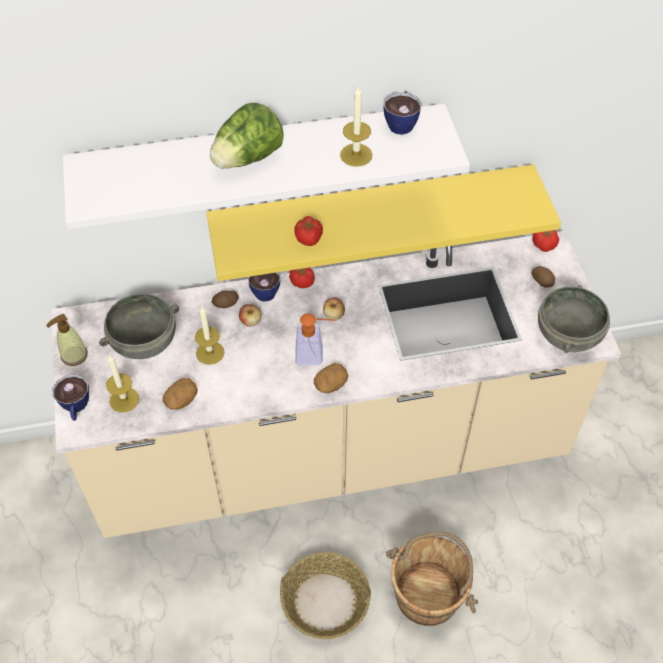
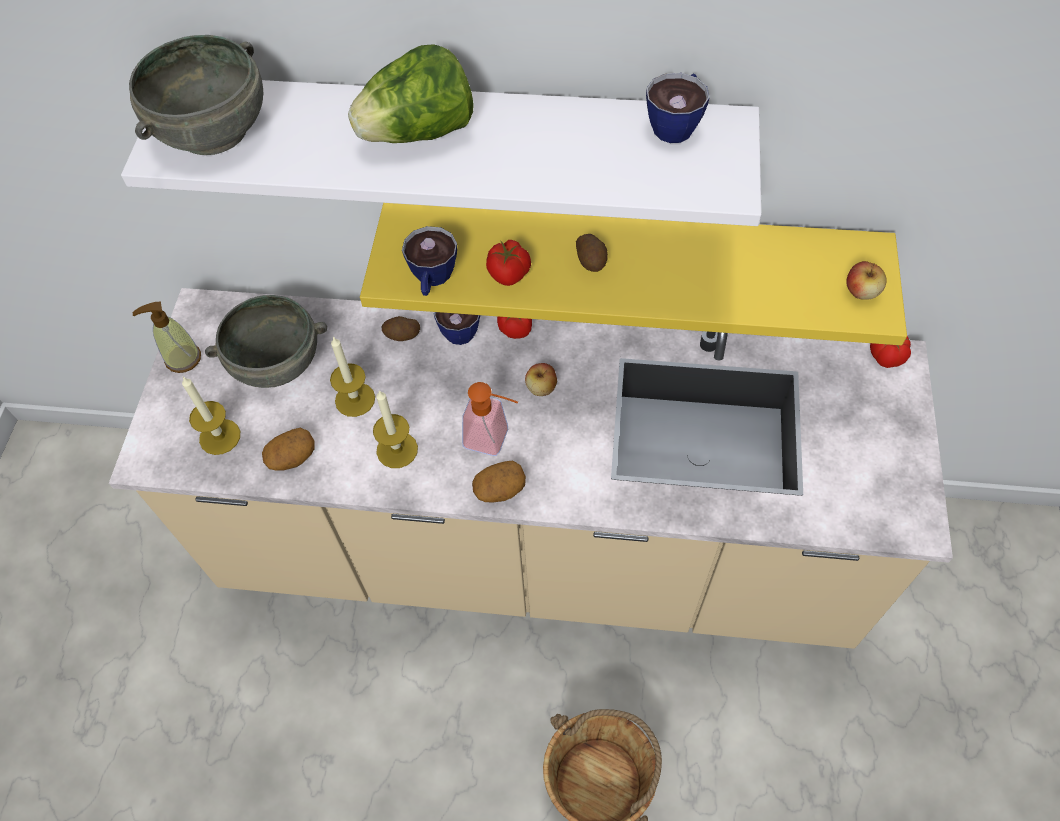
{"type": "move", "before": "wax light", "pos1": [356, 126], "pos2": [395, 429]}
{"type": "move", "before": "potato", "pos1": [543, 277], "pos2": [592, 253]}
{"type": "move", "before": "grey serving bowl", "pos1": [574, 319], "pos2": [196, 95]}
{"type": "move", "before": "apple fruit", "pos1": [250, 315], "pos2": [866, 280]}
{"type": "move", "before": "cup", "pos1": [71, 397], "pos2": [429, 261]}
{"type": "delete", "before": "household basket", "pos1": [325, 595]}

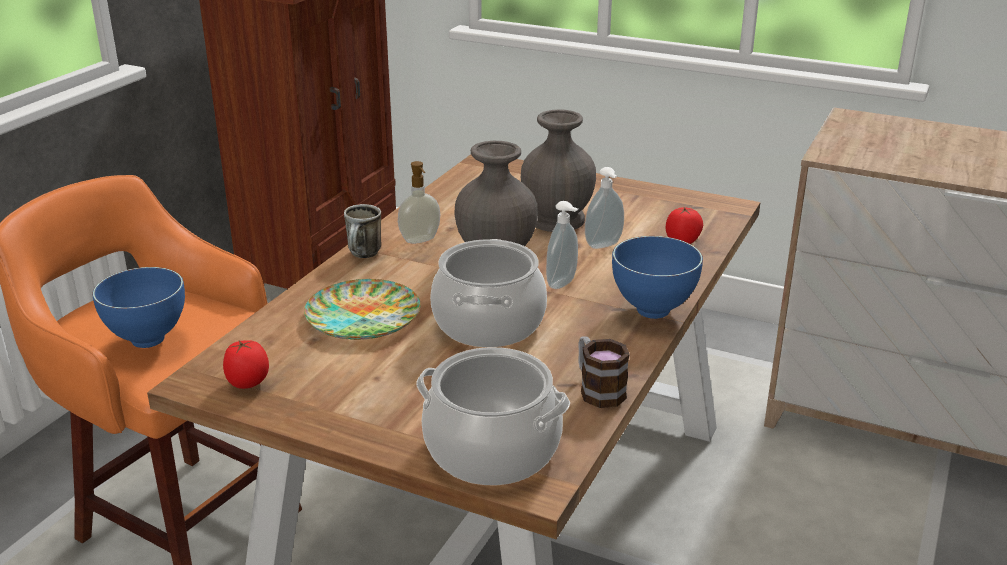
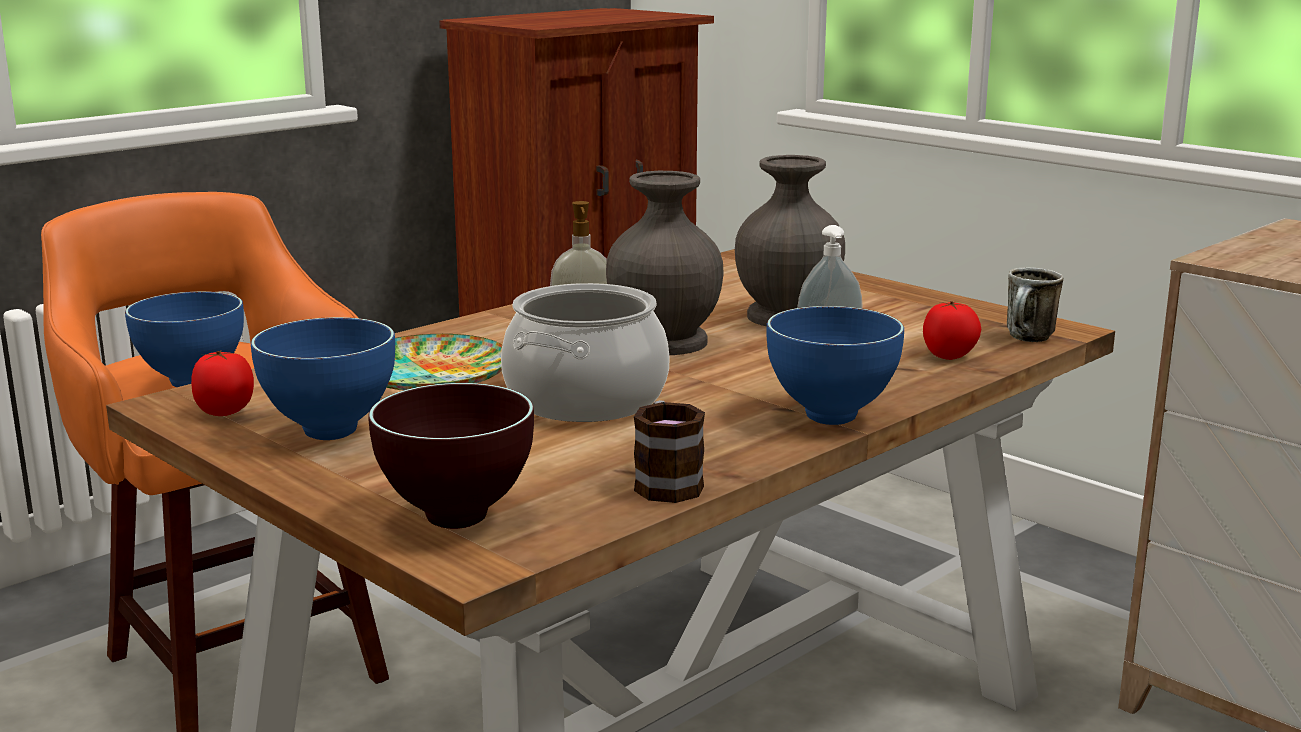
{"type": "delete", "before": "soap dispenser", "pos1": [562, 245]}
{"type": "move", "before": "mug", "pos1": [362, 231], "pos2": [1035, 305]}
{"type": "replace", "before": "saucepot", "after": "brown serving bowl", "pos1": [493, 416], "pos2": [451, 456]}
{"type": "insert", "after": "blue-coloured serving bowl", "pos2": [323, 378]}

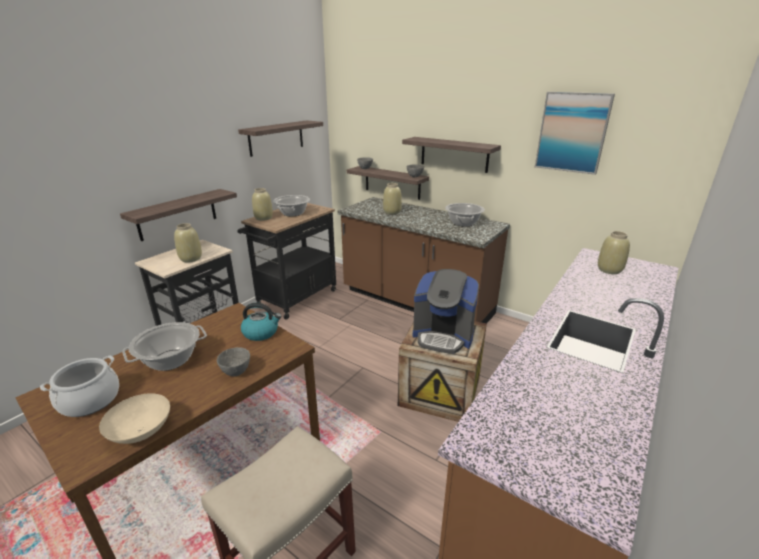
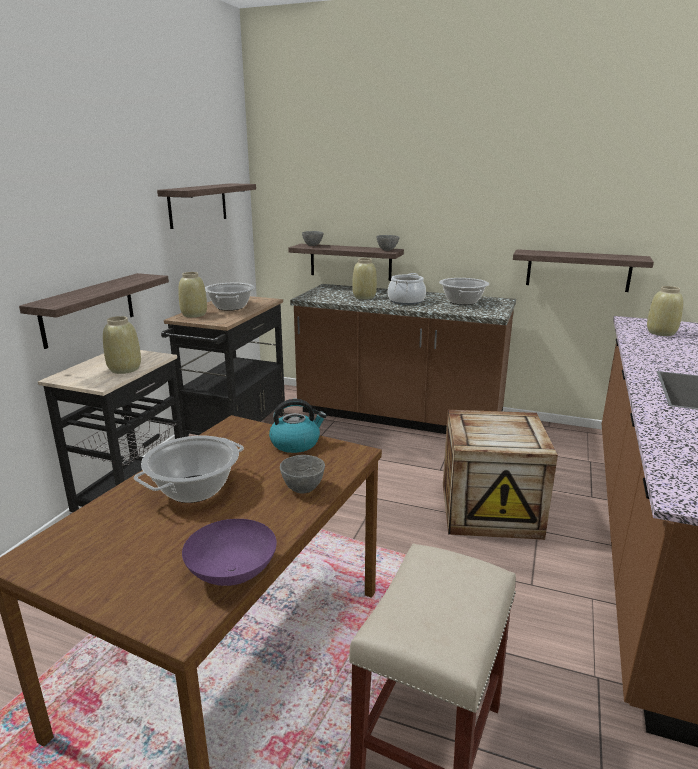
{"type": "delete", "before": "wall picture", "pos1": [575, 133]}
{"type": "move", "before": "bracket shelf", "pos1": [451, 155], "pos2": [583, 270]}
{"type": "delete", "before": "coffee brewer", "pos1": [446, 311]}
{"type": "move", "before": "saucepot", "pos1": [79, 386], "pos2": [407, 289]}
{"type": "recolor", "before": "beige serving bowl", "after": "purple-coloured serving bowl", "pos1": [134, 418], "pos2": [229, 552]}

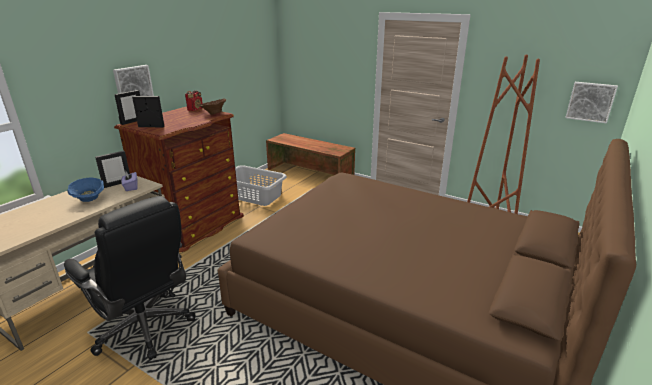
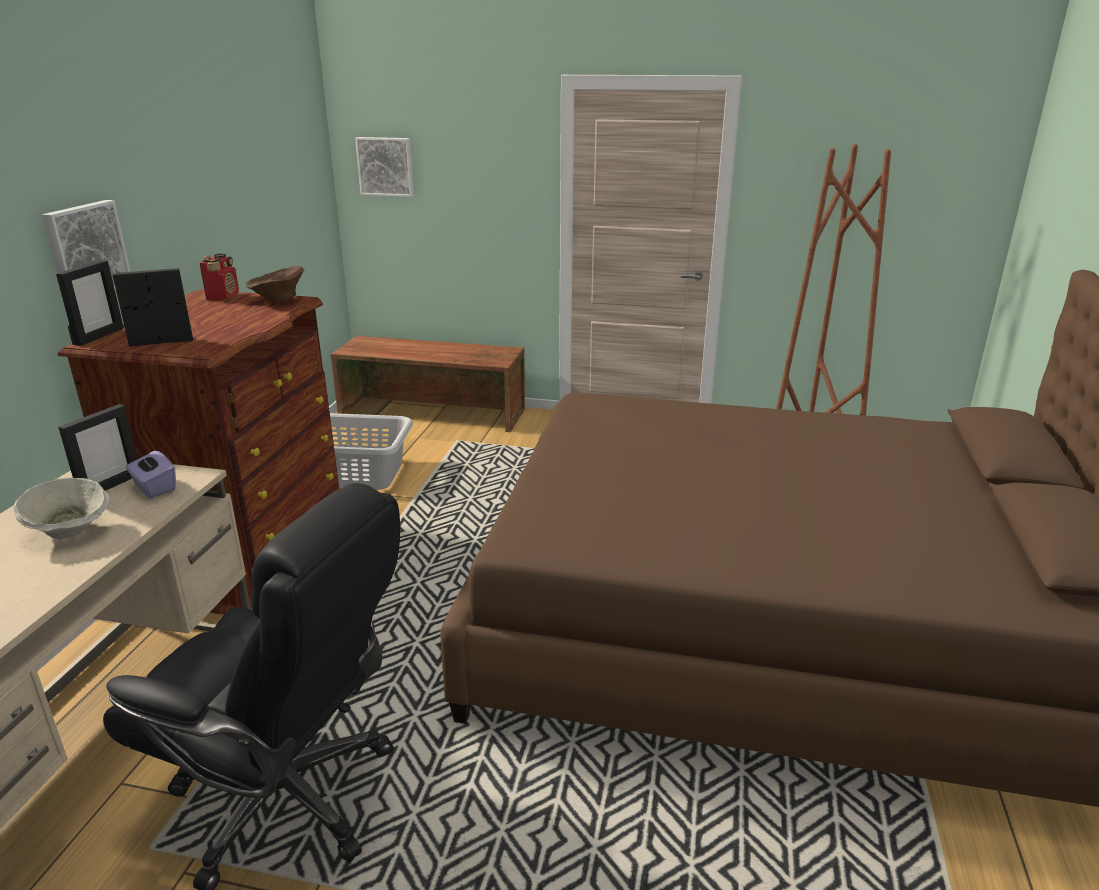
{"type": "move", "before": "wall picture", "pos1": [591, 102], "pos2": [384, 167]}
{"type": "recolor", "before": "blue-coloured serving bowl", "after": "beige serving bowl", "pos1": [85, 190], "pos2": [61, 508]}

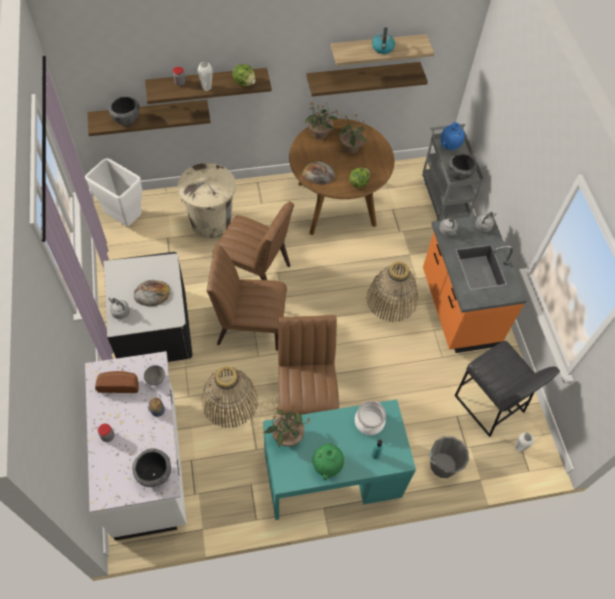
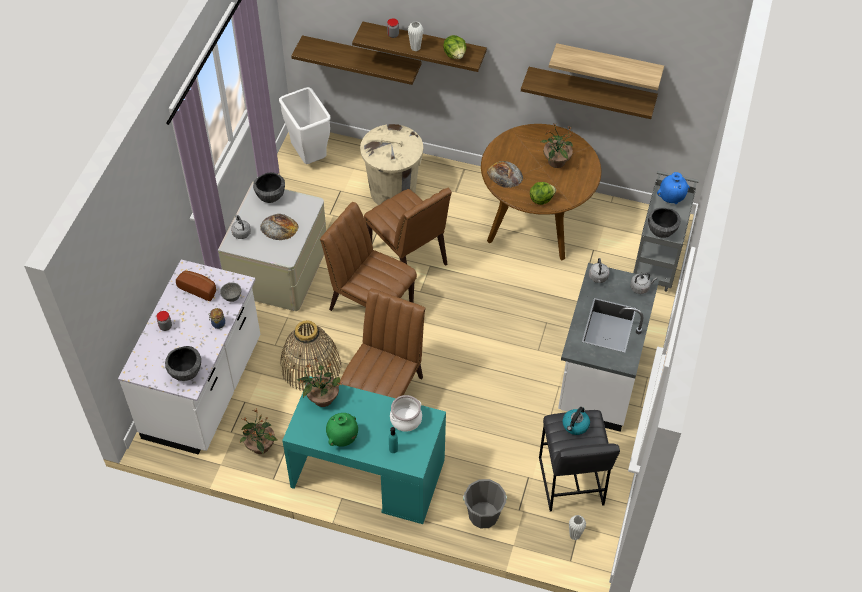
{"type": "move", "before": "tea kettle", "pos1": [383, 40], "pos2": [576, 421]}
{"type": "move", "before": "serving bowl", "pos1": [124, 111], "pos2": [269, 187]}
{"type": "move", "before": "houseplant", "pos1": [321, 120], "pos2": [259, 431]}
{"type": "recolor", "before": "orange-coloured kitchen base unit", "after": "white kitchen base unit", "pos1": [475, 283], "pos2": [608, 347]}
{"type": "recolor", "before": "black-coloured night table", "after": "beige night table", "pos1": [148, 307], "pos2": [272, 246]}
{"type": "delete", "before": "household basket", "pos1": [392, 292]}

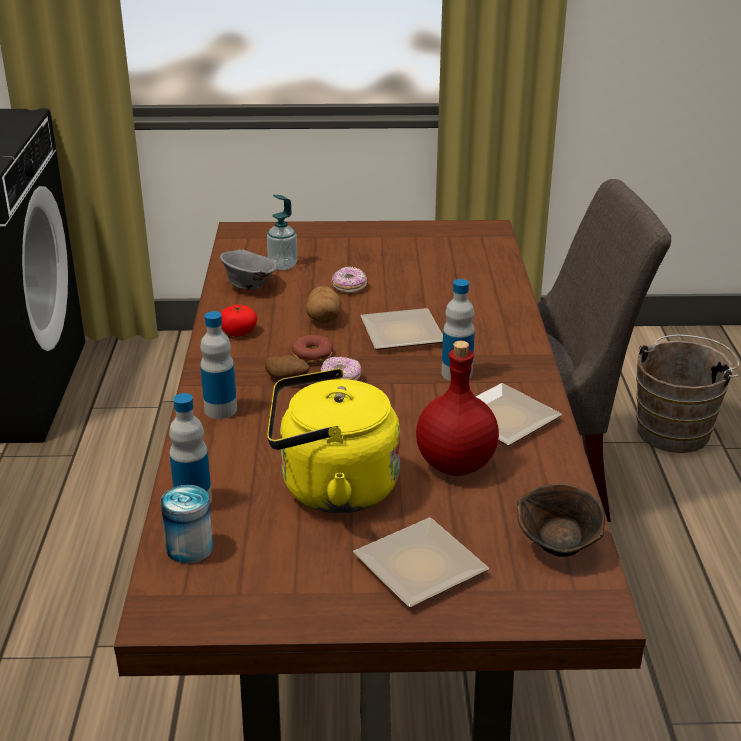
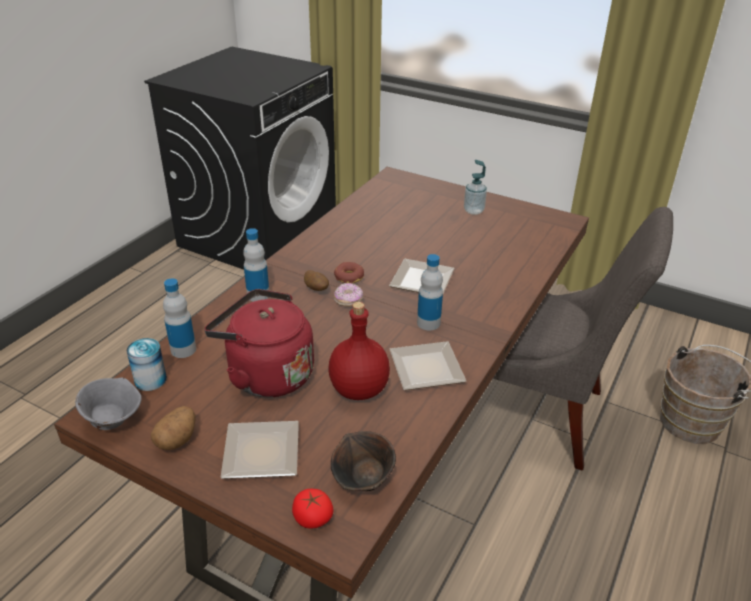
{"type": "move", "before": "soap dispenser", "pos1": [282, 232], "pos2": [475, 187]}
{"type": "move", "before": "grey serving bowl", "pos1": [248, 269], "pos2": [108, 404]}
{"type": "delete", "before": "donut", "pos1": [349, 279]}
{"type": "move", "before": "potato", "pos1": [324, 304], "pos2": [173, 428]}
{"type": "move", "before": "fresh tomato", "pos1": [239, 320], "pos2": [312, 509]}
{"type": "recolor", "before": "yellow tea kettle", "after": "red tea kettle", "pos1": [333, 441], "pos2": [259, 343]}

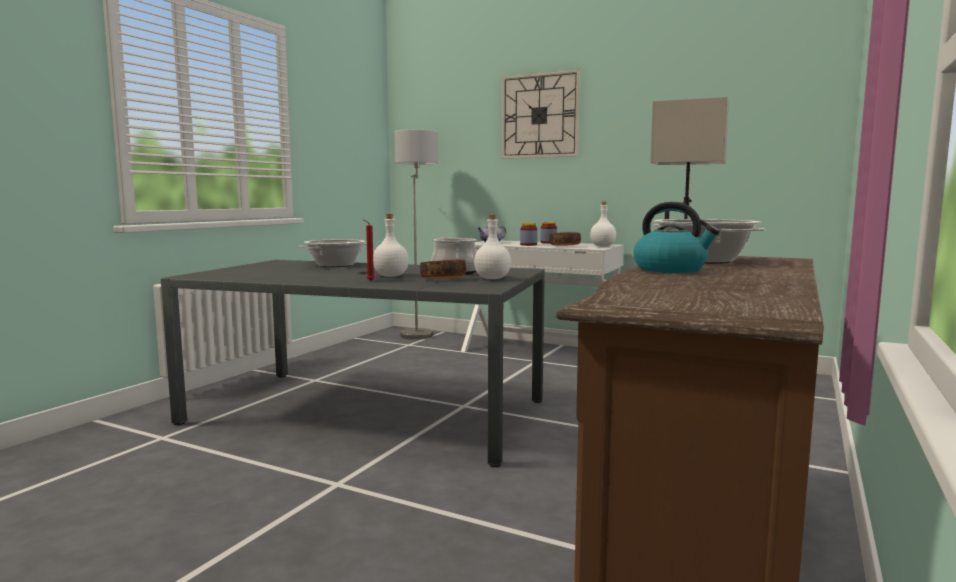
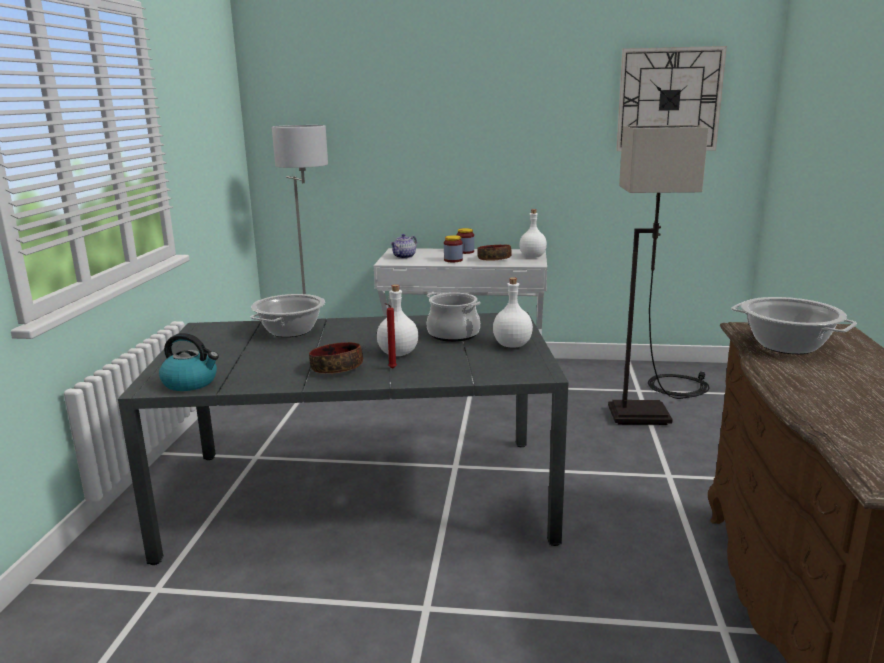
{"type": "move", "before": "clock on the wall", "pos1": [540, 114], "pos2": [671, 98]}
{"type": "move", "before": "tea kettle", "pos1": [677, 237], "pos2": [189, 362]}
{"type": "move", "before": "serving bowl", "pos1": [443, 269], "pos2": [336, 358]}

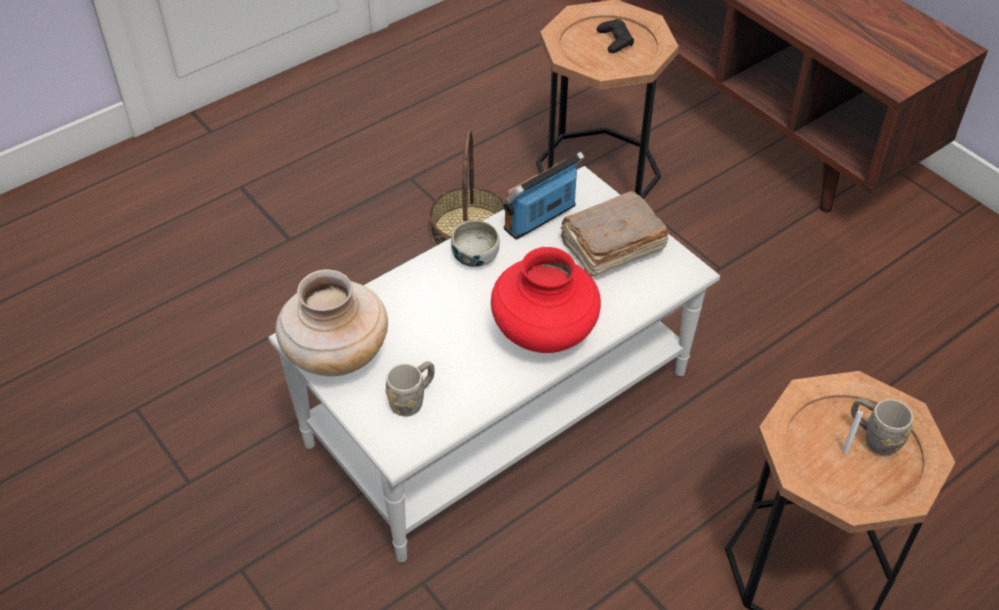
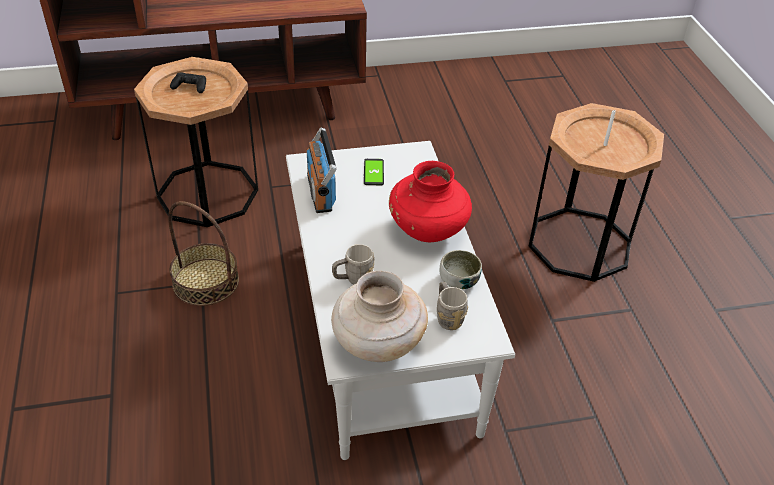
{"type": "replace", "before": "brown volume", "after": "telephone", "pos1": [614, 234], "pos2": [374, 172]}
{"type": "move", "before": "serving bowl", "pos1": [475, 243], "pos2": [461, 269]}
{"type": "move", "before": "grey mug", "pos1": [882, 426], "pos2": [353, 264]}

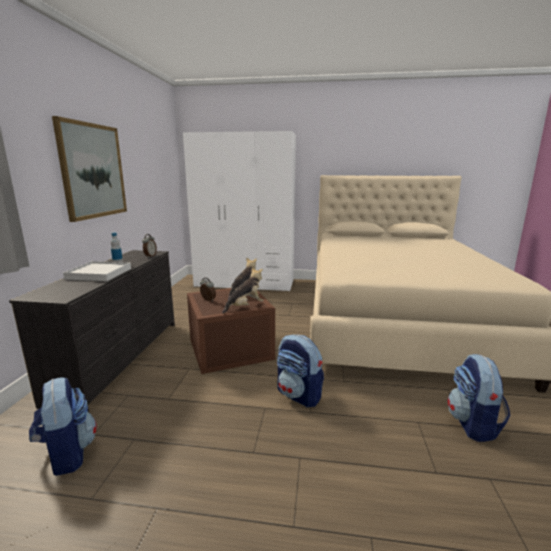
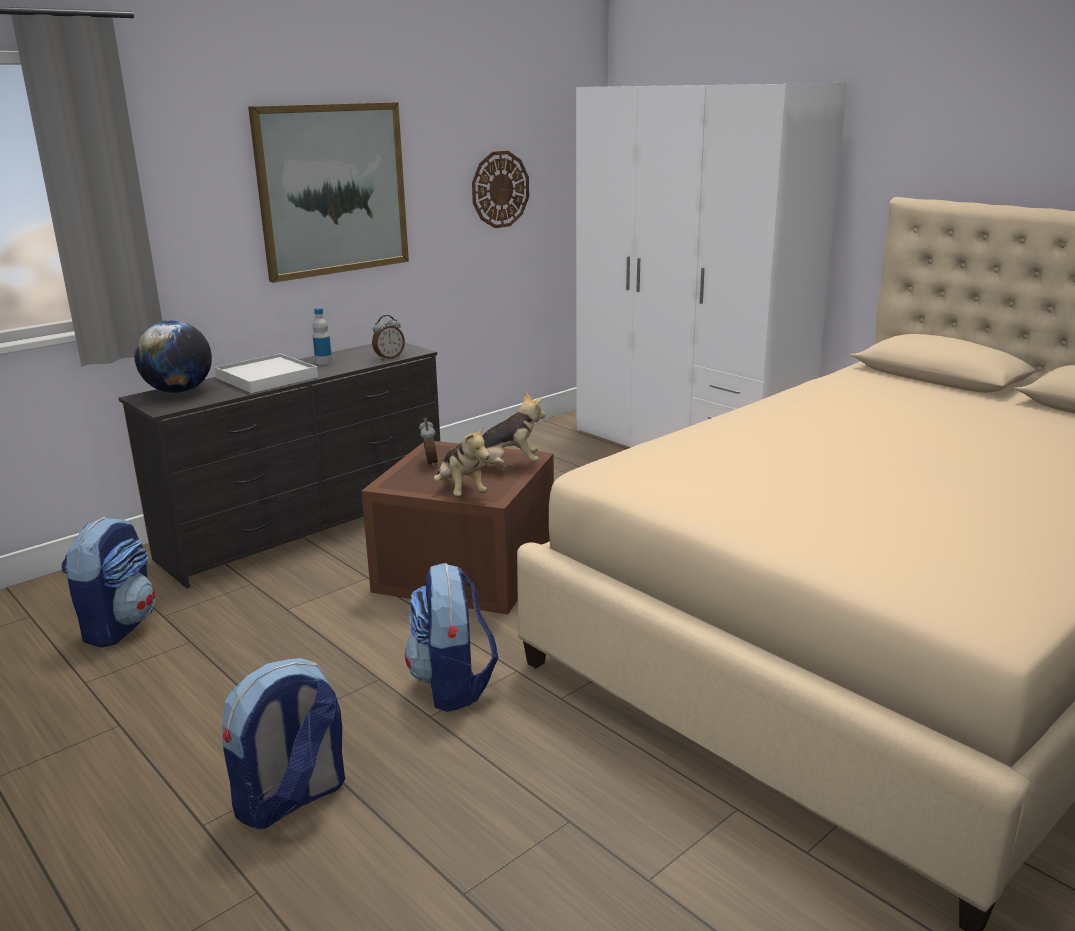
{"type": "rotate", "before": "plush toy", "pos1": [243, 290], "pos2": [462, 461], "turn": 60}
{"type": "move", "before": "rucksack", "pos1": [479, 398], "pos2": [283, 743]}
{"type": "insert", "after": "clock on the wall", "pos2": [500, 189]}
{"type": "insert", "after": "world globe", "pos2": [173, 356]}

